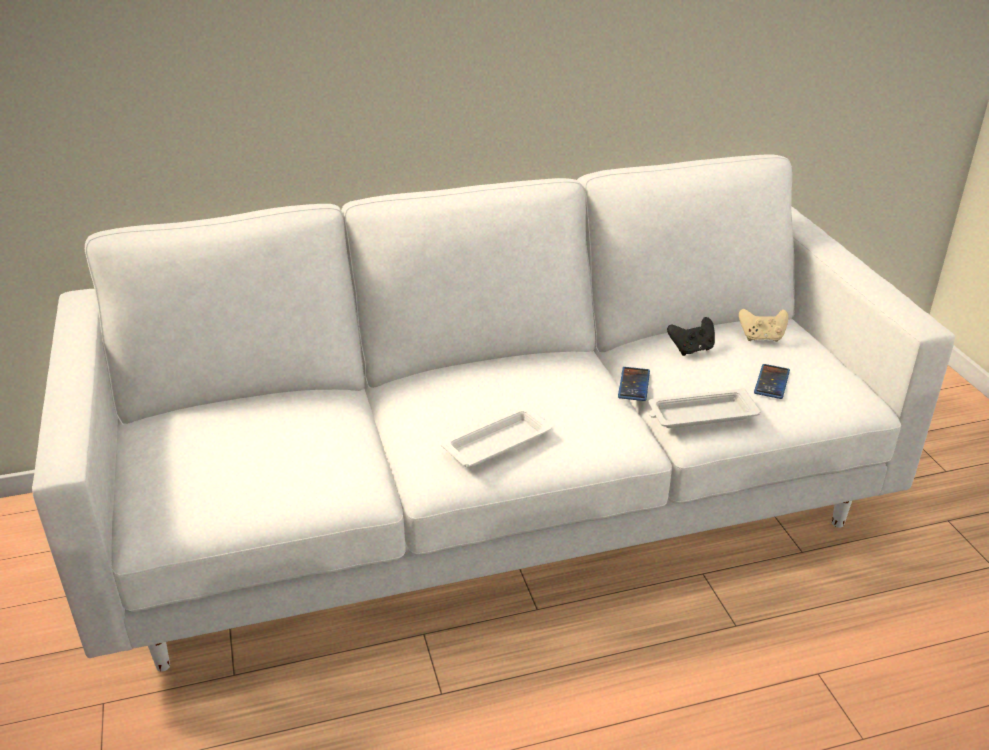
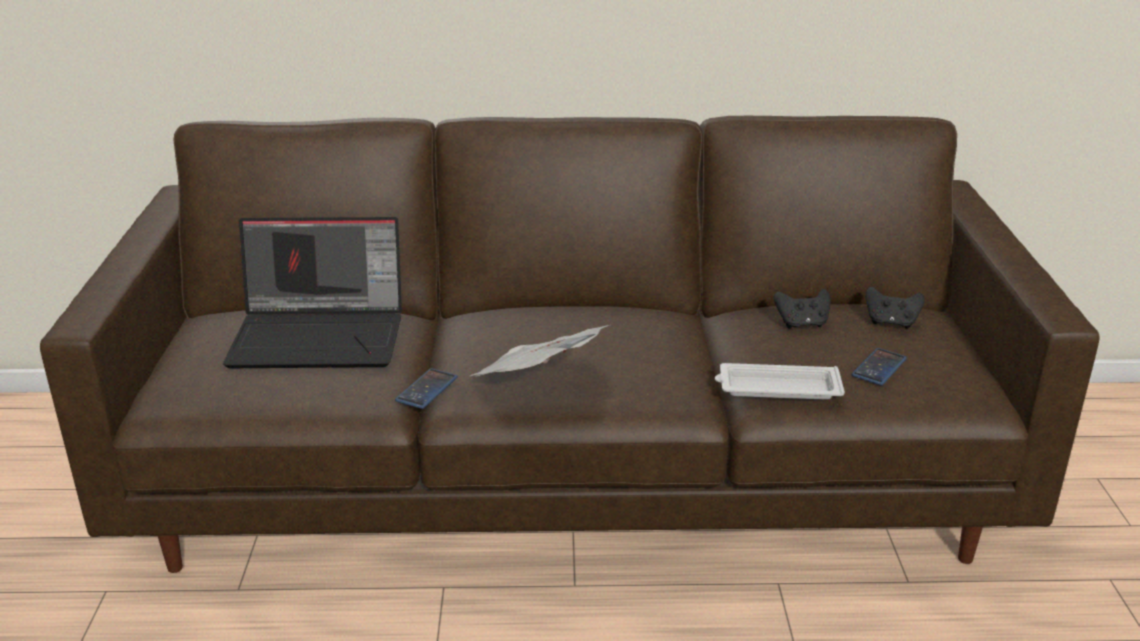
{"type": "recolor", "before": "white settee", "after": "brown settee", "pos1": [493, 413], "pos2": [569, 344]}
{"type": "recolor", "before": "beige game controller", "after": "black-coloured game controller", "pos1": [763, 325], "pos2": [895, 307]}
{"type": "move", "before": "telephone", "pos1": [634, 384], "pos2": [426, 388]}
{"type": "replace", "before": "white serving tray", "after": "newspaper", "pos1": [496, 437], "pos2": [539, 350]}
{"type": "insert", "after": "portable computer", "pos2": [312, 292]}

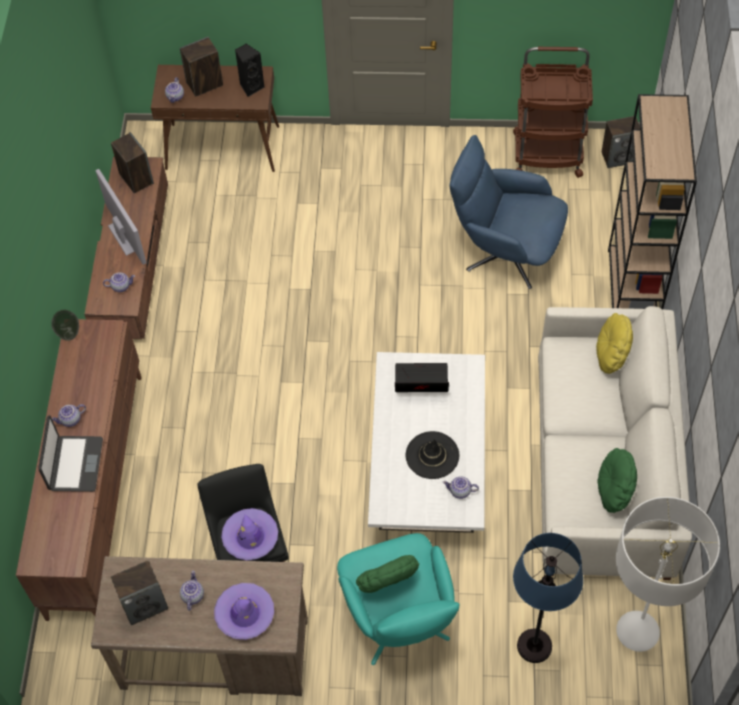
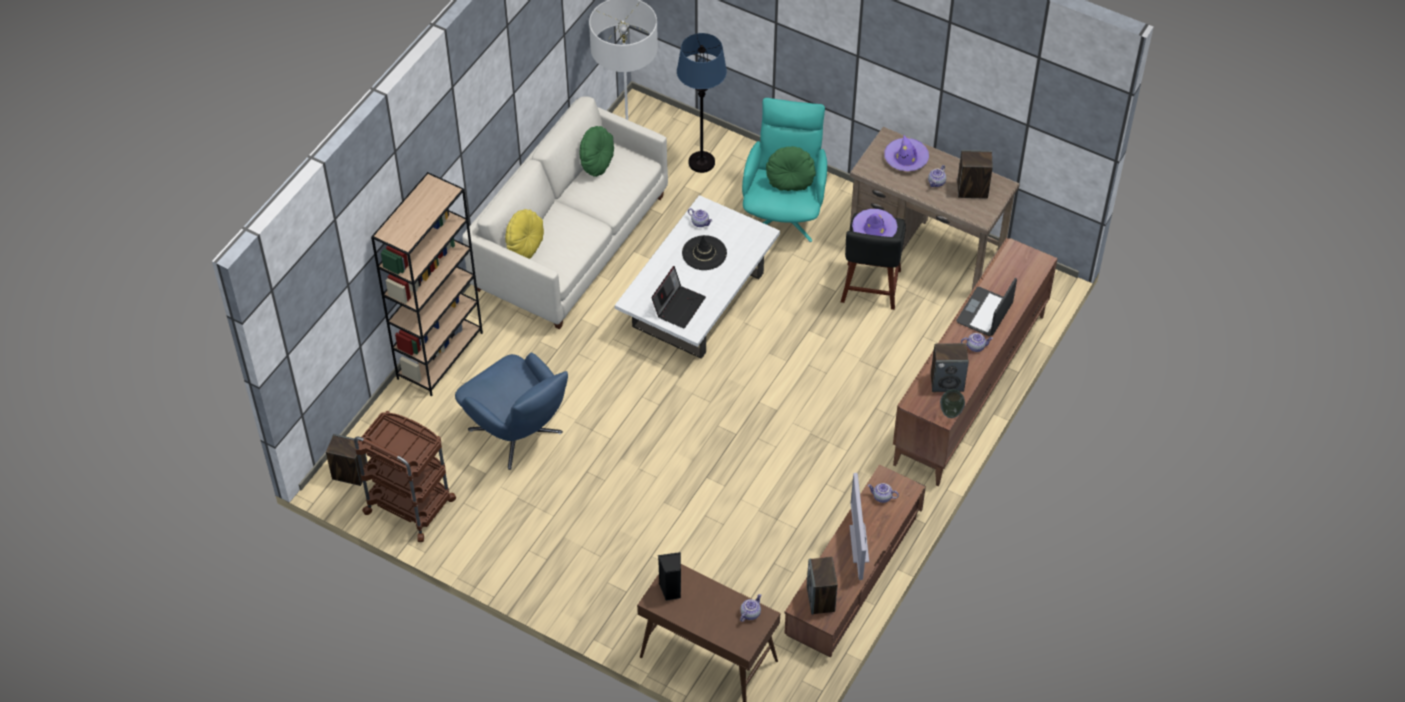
{"type": "move", "before": "audio speaker", "pos1": [201, 66], "pos2": [950, 367]}
{"type": "rotate", "before": "portable computer", "pos1": [422, 377], "pos2": [678, 297], "turn": -90}

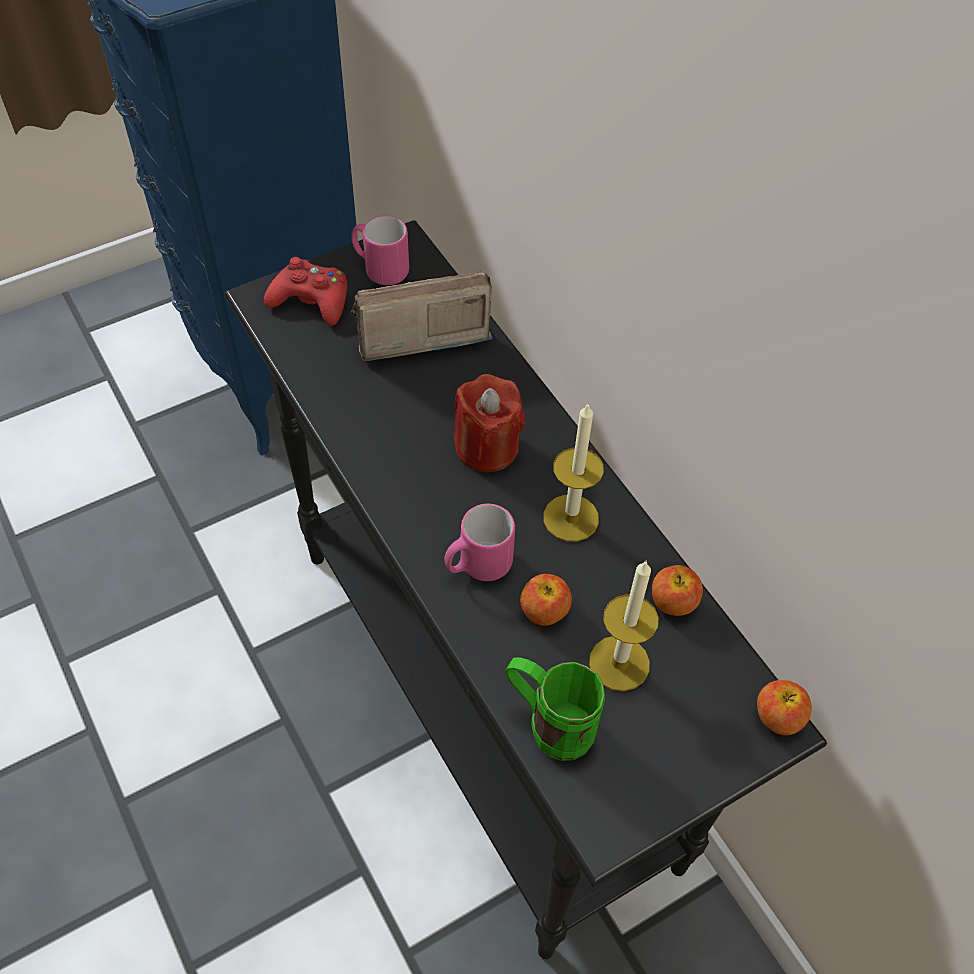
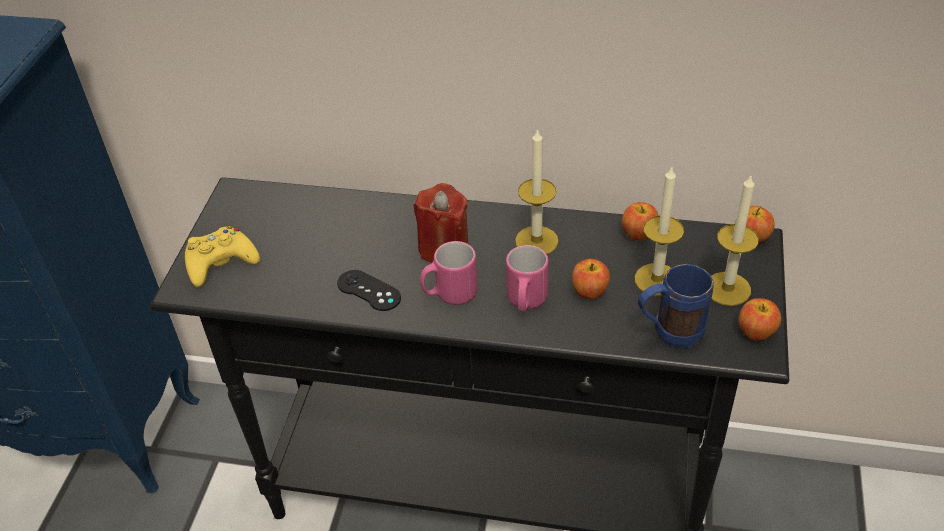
{"type": "move", "before": "pink mug", "pos1": [380, 250], "pos2": [449, 273]}
{"type": "recolor", "before": "red game controller", "after": "yellow game controller", "pos1": [305, 291], "pos2": [222, 256]}
{"type": "delete", "before": "radio receiver", "pos1": [421, 316]}
{"type": "recolor", "before": "green-coloured mug", "after": "blue-coloured mug", "pos1": [555, 709], "pos2": [676, 306]}
{"type": "insert", "after": "wax light", "pos2": [735, 240]}
{"type": "insert", "after": "black-coloured game controller", "pos2": [369, 290]}
{"type": "insert", "after": "apple fruit", "pos2": [760, 319]}

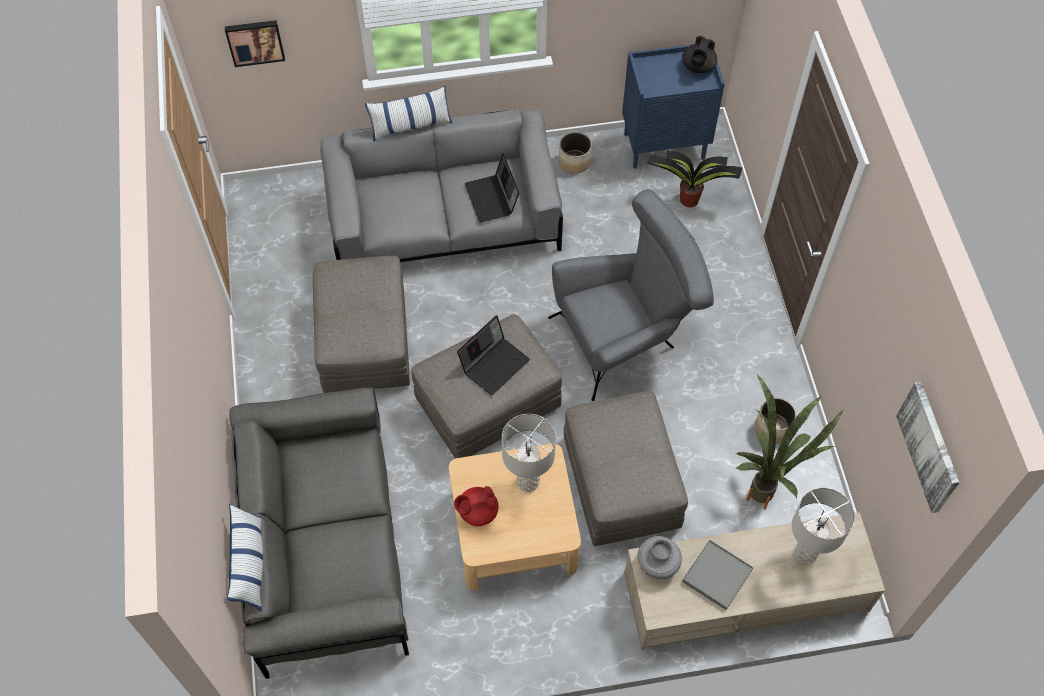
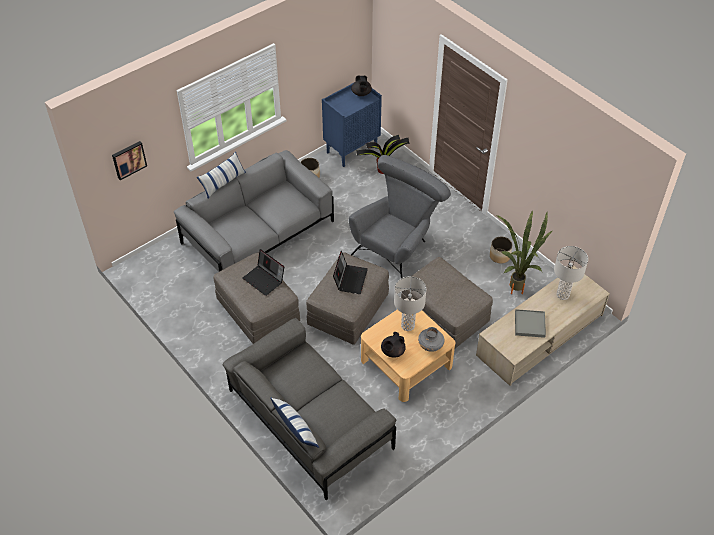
{"type": "move", "before": "portable computer", "pos1": [492, 188], "pos2": [263, 272]}
{"type": "delete", "before": "wall picture", "pos1": [927, 447]}
{"type": "recolor", "before": "red pot for tea", "after": "black-coloured pot for tea", "pos1": [476, 506], "pos2": [393, 345]}
{"type": "move", "before": "grey flower vase", "pos1": [659, 557], "pos2": [431, 339]}

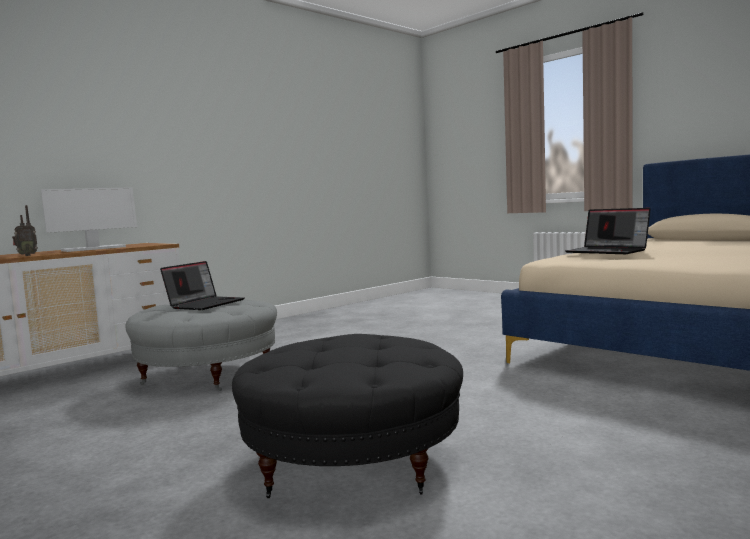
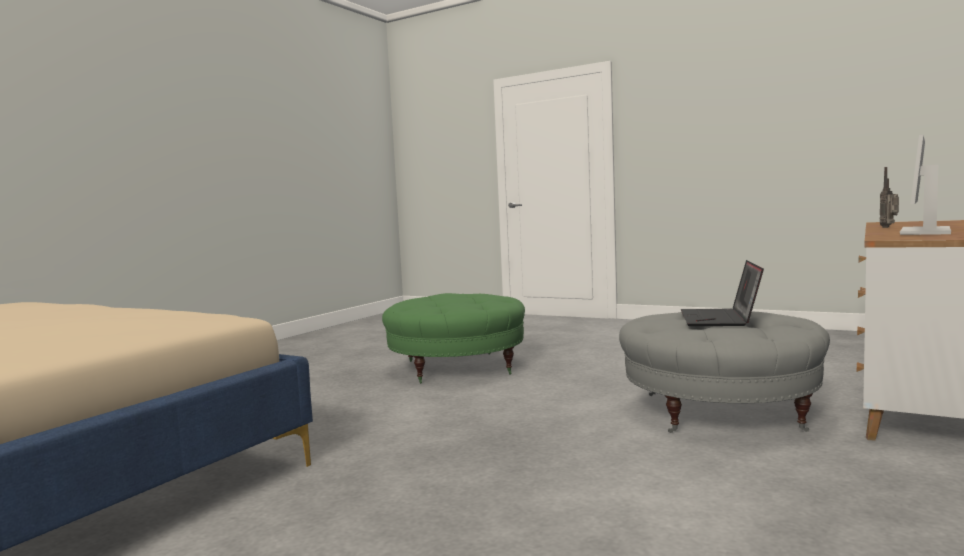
{"type": "delete", "before": "portable computer", "pos1": [608, 231]}
{"type": "recolor", "before": "black-coloured footrest", "after": "green-coloured footrest", "pos1": [347, 416], "pos2": [453, 338]}

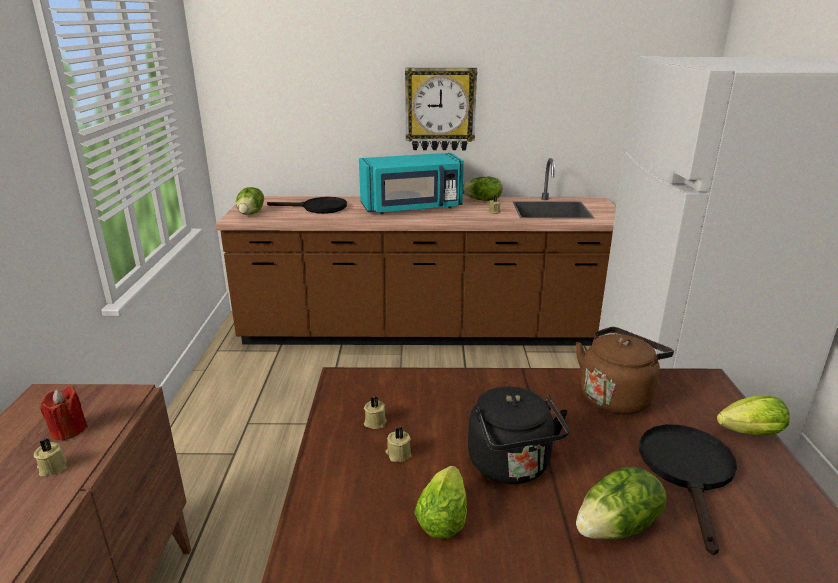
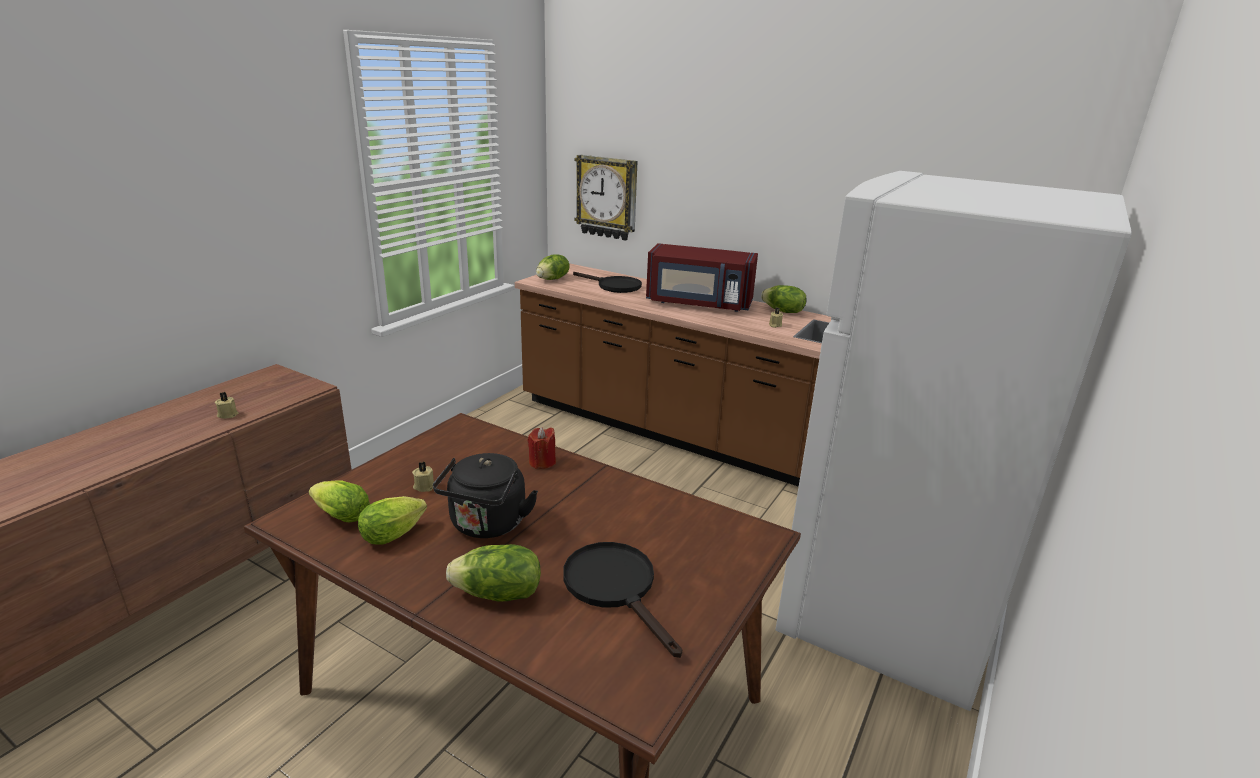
{"type": "move", "before": "clock on the wall", "pos1": [441, 109], "pos2": [605, 197]}
{"type": "recolor", "before": "blue-green kitchen microwave", "after": "red kitchen microwave", "pos1": [411, 183], "pos2": [702, 277]}
{"type": "delete", "before": "brown tea kettle", "pos1": [625, 371]}
{"type": "move", "before": "red wax light", "pos1": [64, 413], "pos2": [542, 448]}
{"type": "move", "before": "lettuce head", "pos1": [753, 415], "pos2": [339, 502]}
{"type": "delete", "before": "beige wax light", "pos1": [375, 412]}
{"type": "rotate", "before": "black-coloured pan", "pos1": [688, 489], "pos2": [622, 600], "turn": -75}

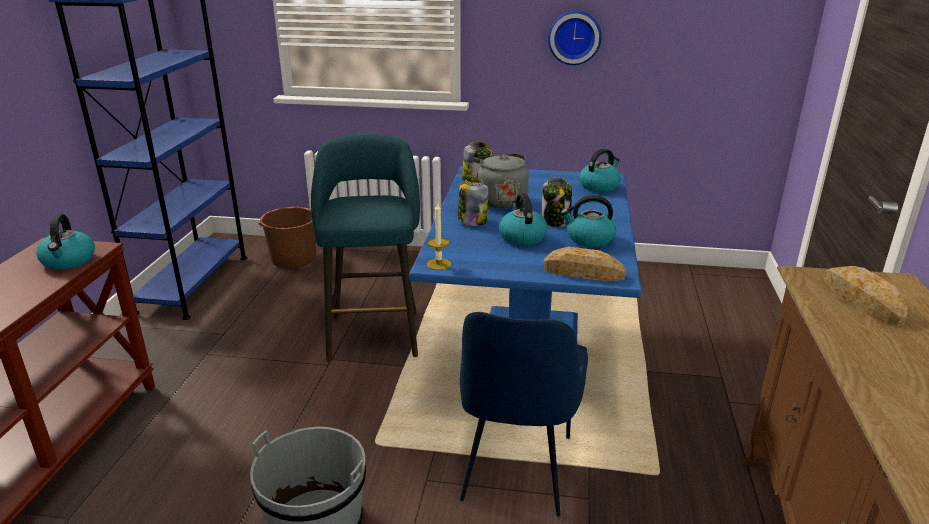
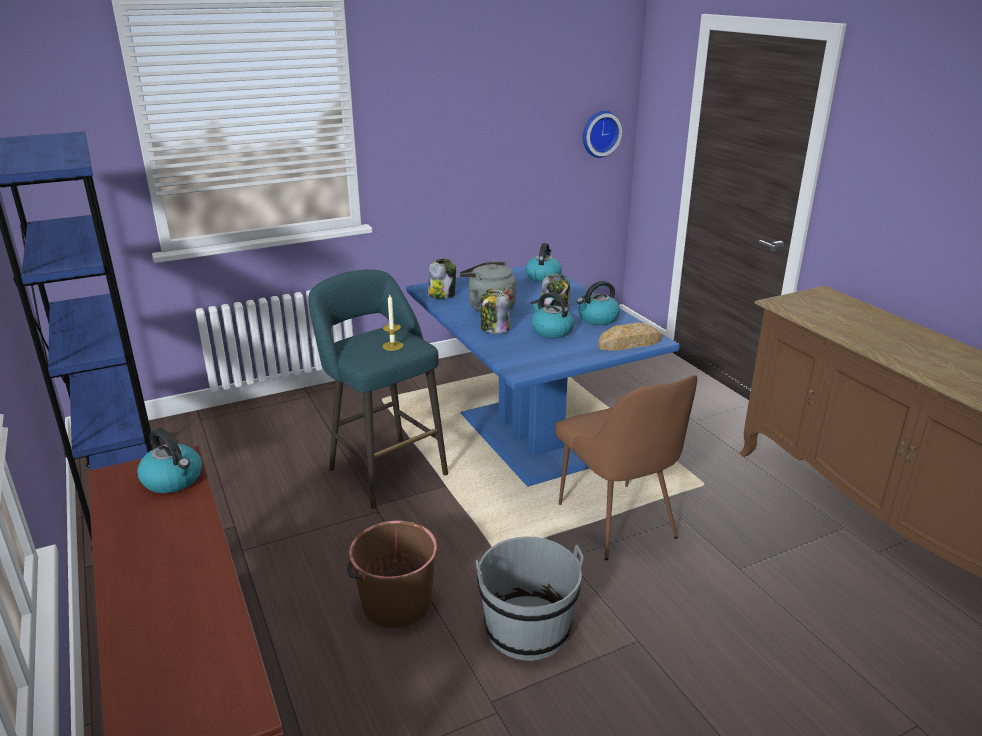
{"type": "move", "before": "clock on the wall", "pos1": [575, 37], "pos2": [602, 134]}
{"type": "move", "before": "wax light", "pos1": [439, 237], "pos2": [393, 323]}
{"type": "move", "before": "brown pail", "pos1": [287, 238], "pos2": [392, 574]}
{"type": "delete", "before": "bread", "pos1": [865, 296]}
{"type": "recolor", "before": "blue-coloured plain chair", "after": "brown plain chair", "pos1": [524, 414], "pos2": [626, 467]}

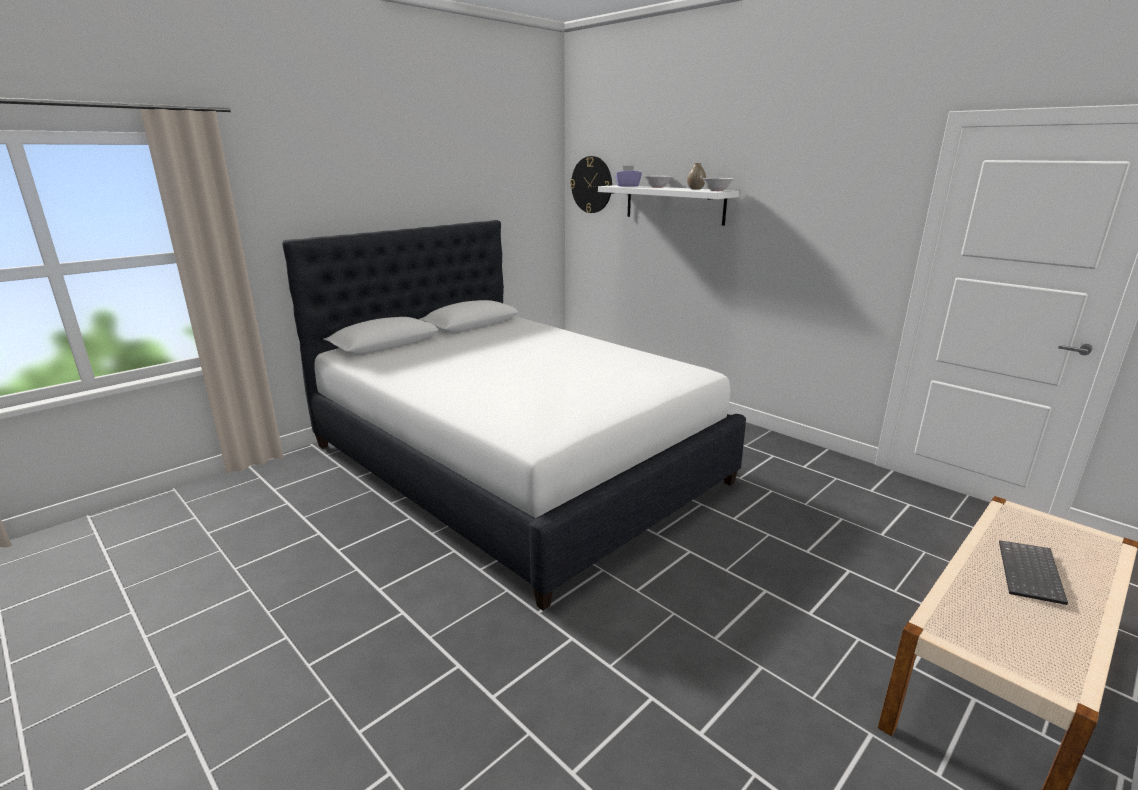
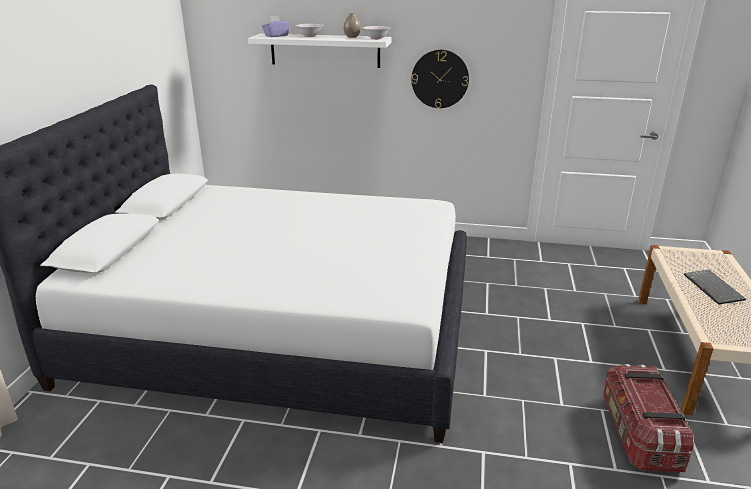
{"type": "move", "before": "clock on the wall", "pos1": [591, 184], "pos2": [440, 79]}
{"type": "insert", "after": "storage bin", "pos2": [648, 418]}

